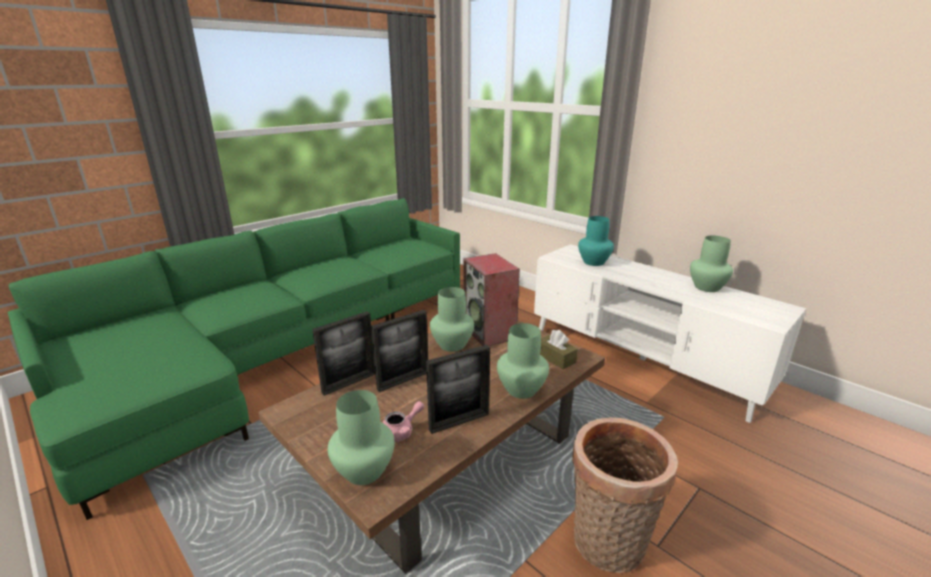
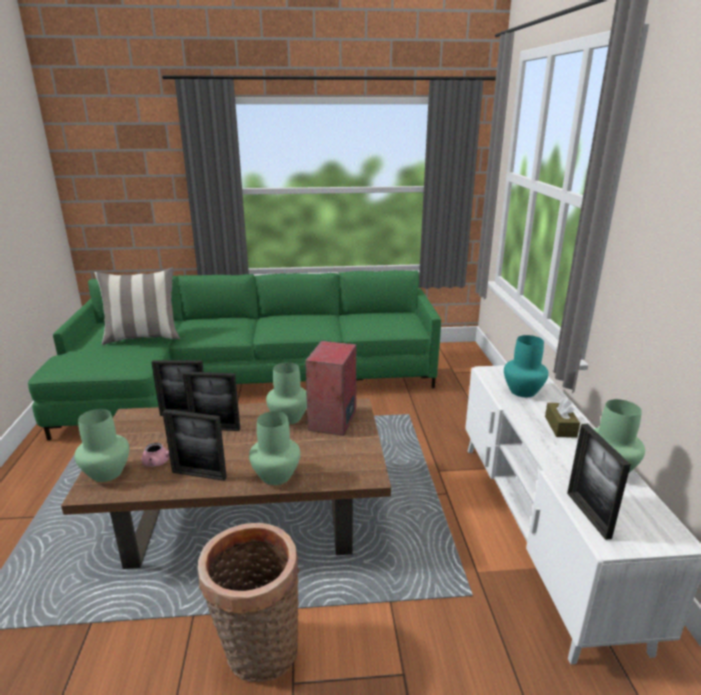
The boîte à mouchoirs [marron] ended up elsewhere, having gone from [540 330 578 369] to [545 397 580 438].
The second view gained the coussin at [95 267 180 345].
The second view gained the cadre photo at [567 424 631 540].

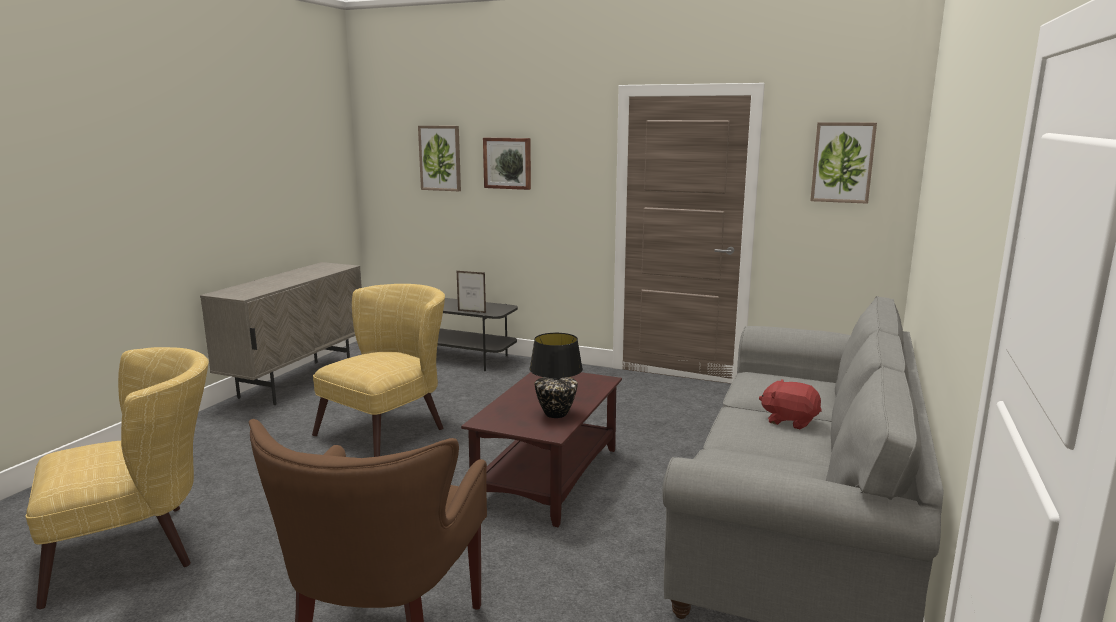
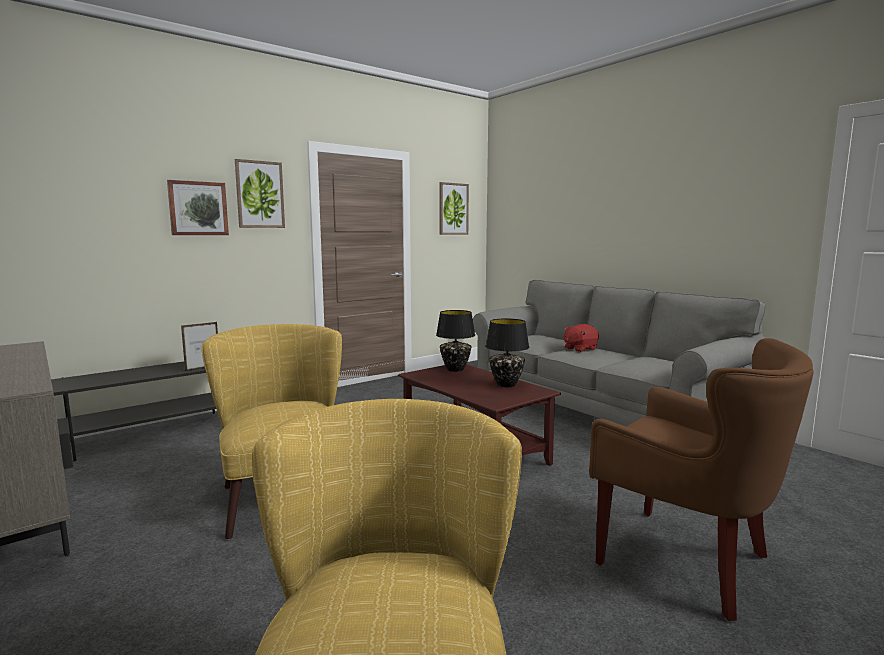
The tableau ended up elsewhere, having gone from [418 126 461 191] to [235 159 285 228].
The second view gained the lampe de table [noir] at [436 310 475 372].

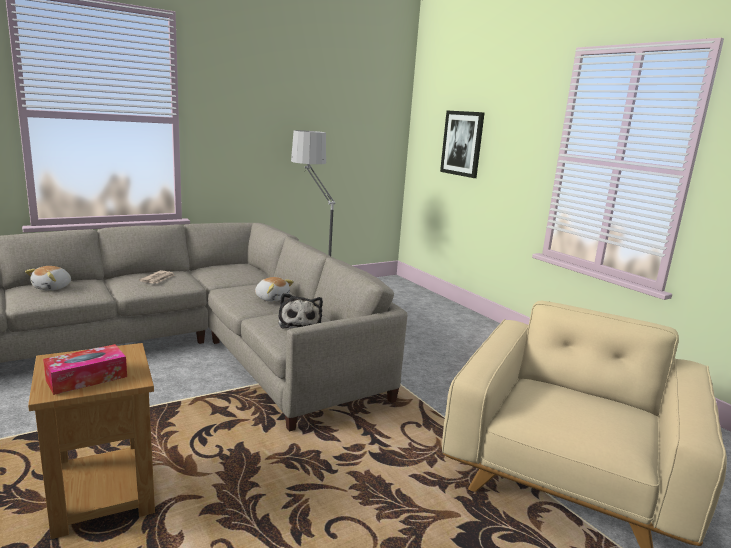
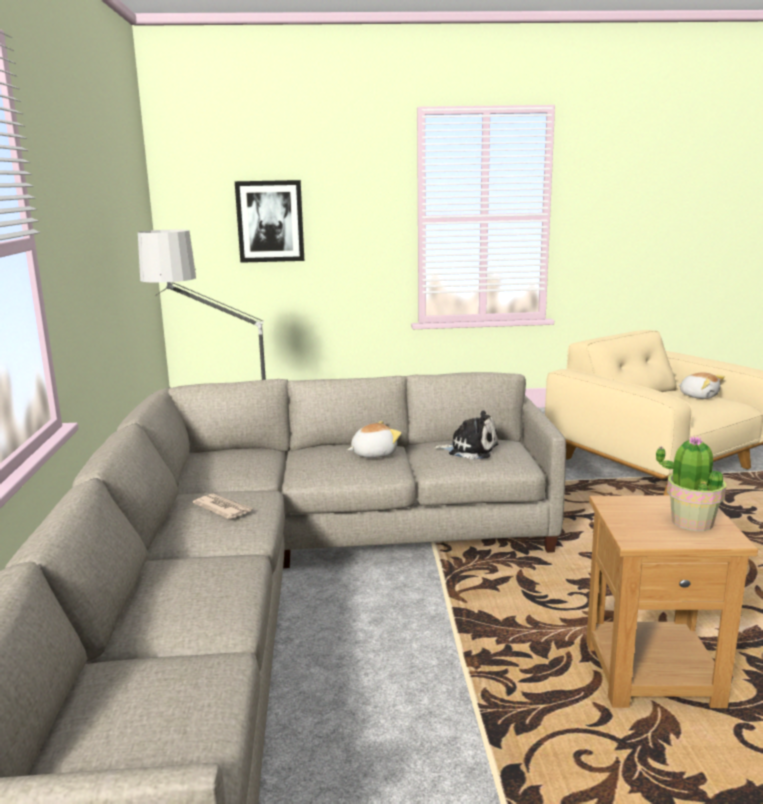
The peluche ended up elsewhere, having gone from [25 266 71 291] to [678 372 725 399].
Where the boîte à mouchoirs stood at [43 344 127 395], the plante en pot came to stand at [655 436 726 531].

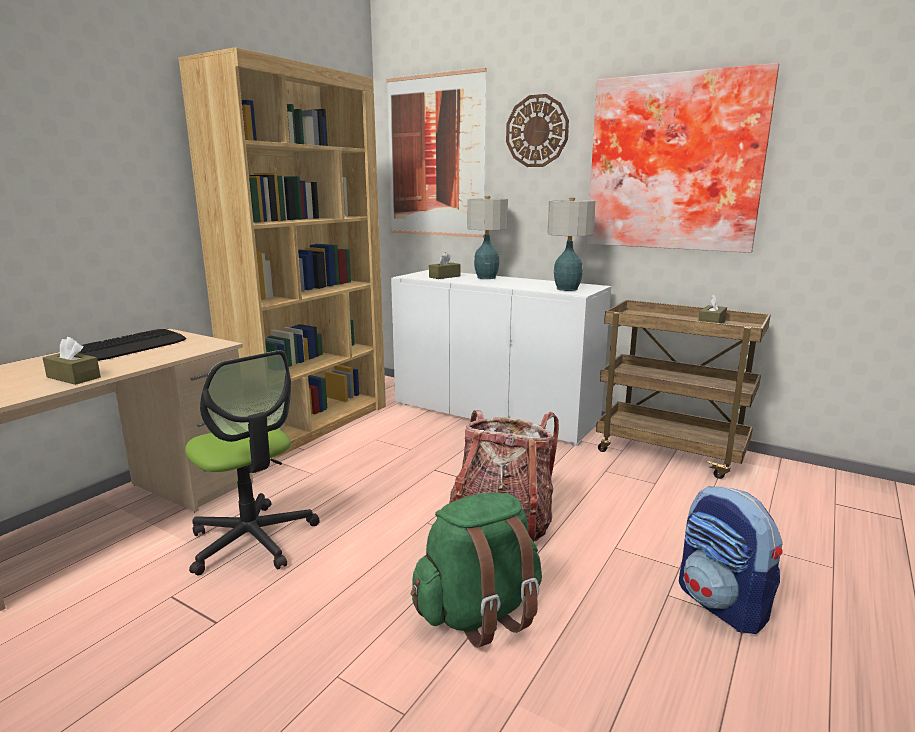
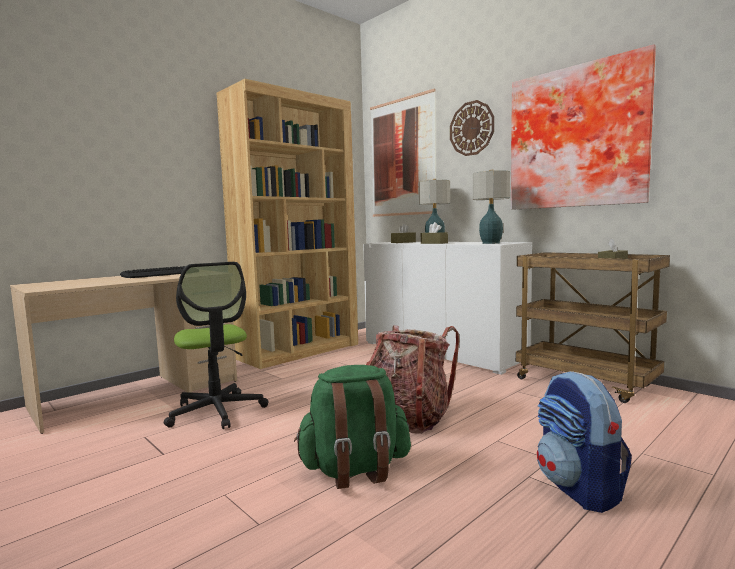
The boîte à mouchoirs [marron] ended up elsewhere, having gone from [43 337 101 385] to [421 222 448 244].

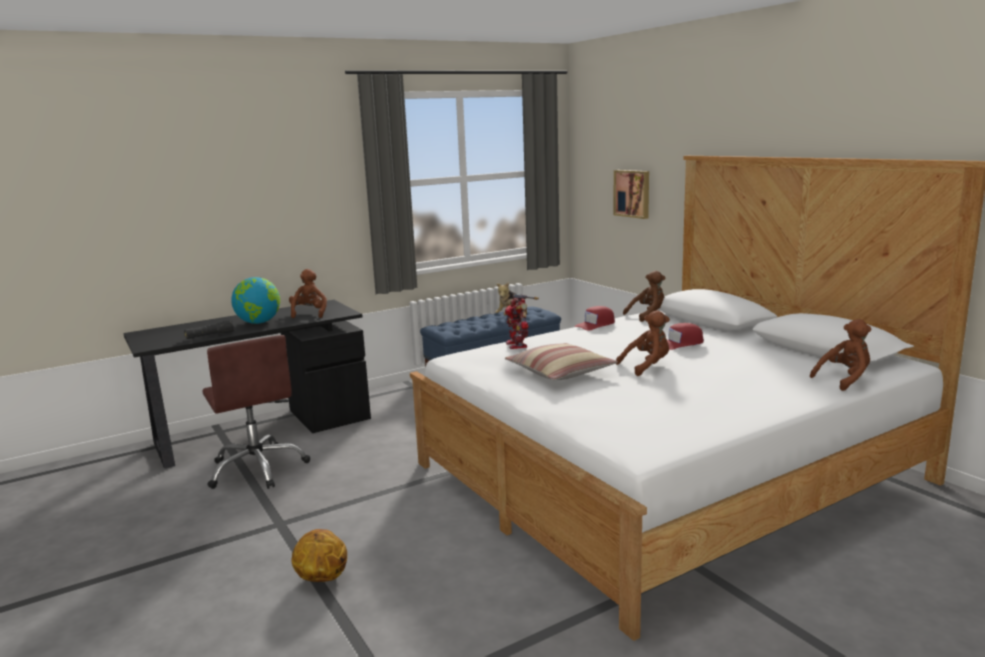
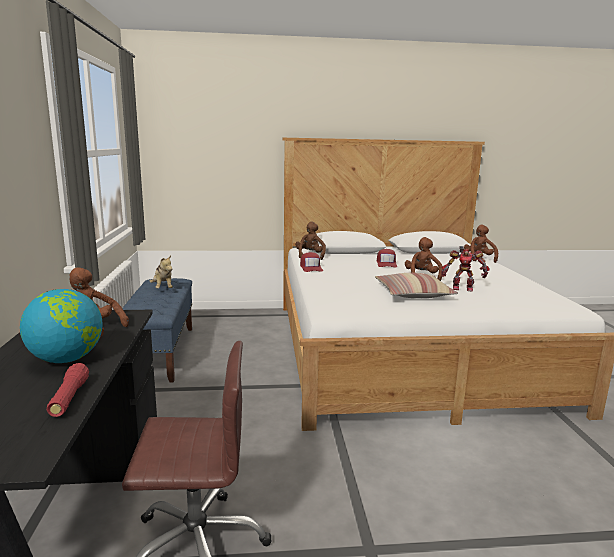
The second view lost the tableau at [613 170 649 219].
The robot jouet ended up elsewhere, having gone from [505 294 539 349] to [441 246 490 292].
What was the lampe de poche [noir] at [184 320 234 339] turned into the lampe de poche [rouge] at [47 363 89 417].
The second view lost the ballon de basket at [291 529 347 582].

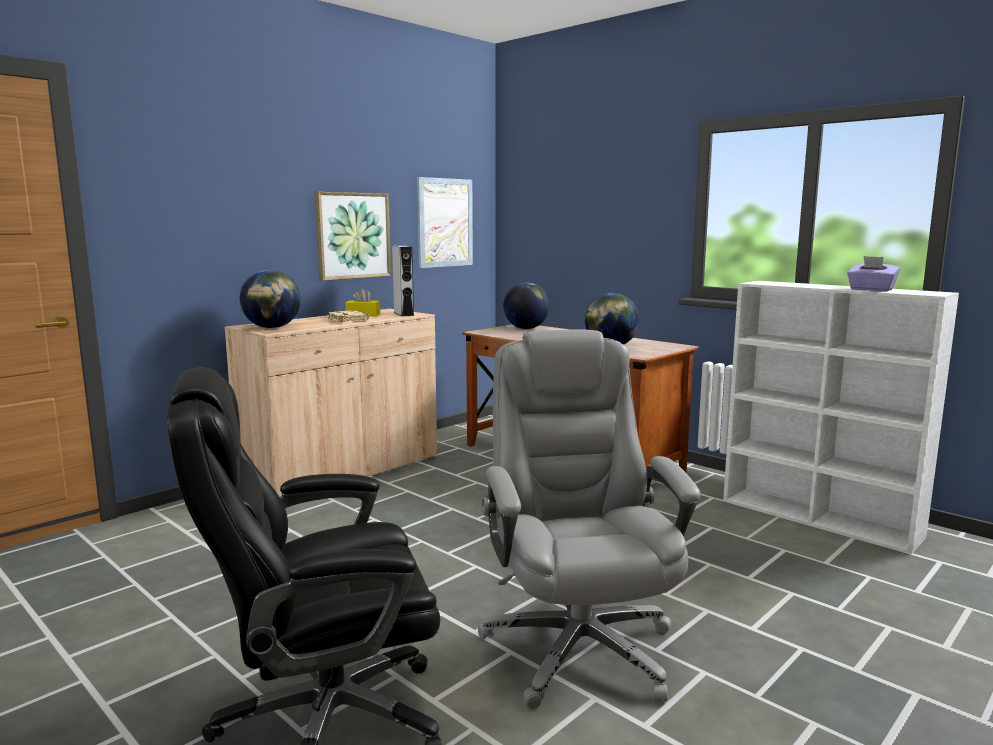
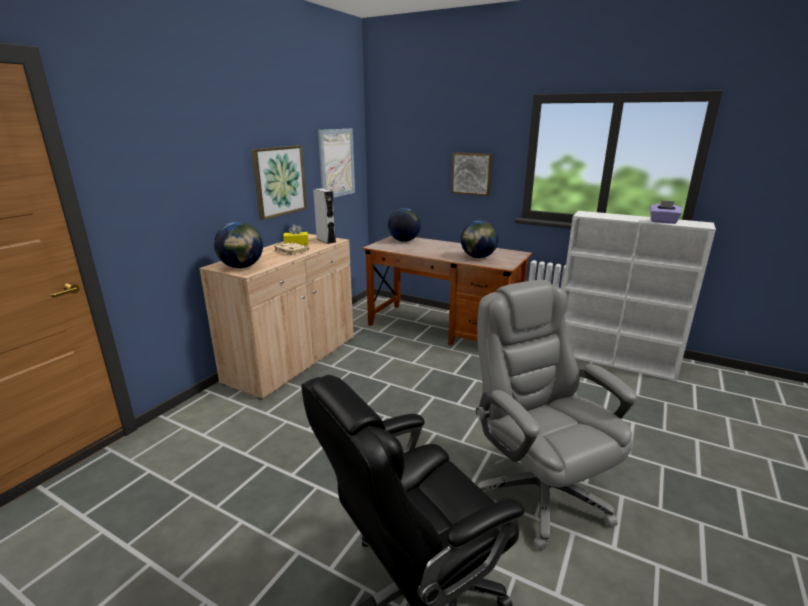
The second view gained the tableau at [451 153 492 196].

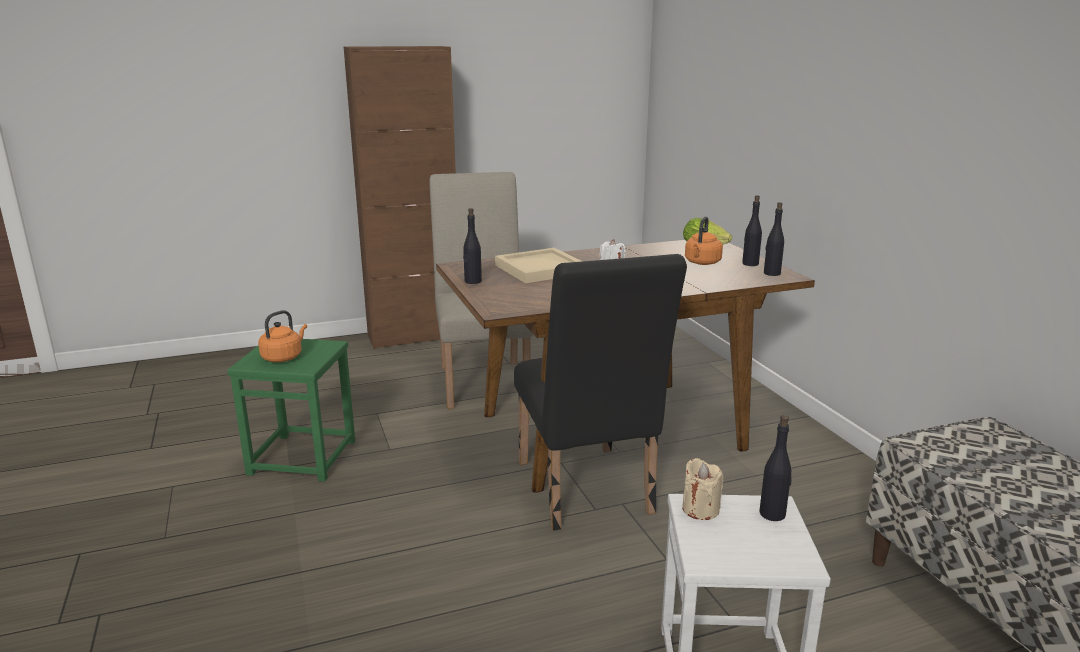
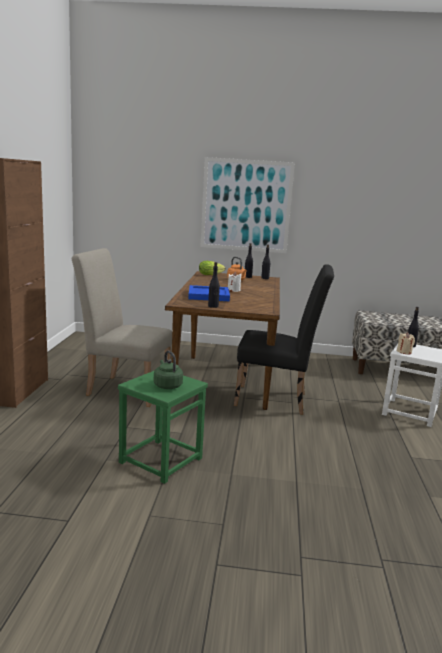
What was the plateau [beige] at [495 248 582 283] turned into the plateau [bleu] at [188 285 230 301].
What was the bouilloire [orange] at [258 310 307 362] turned into the bouilloire [vert] at [154 350 183 389].
The second view gained the tableau at [200 157 295 253].

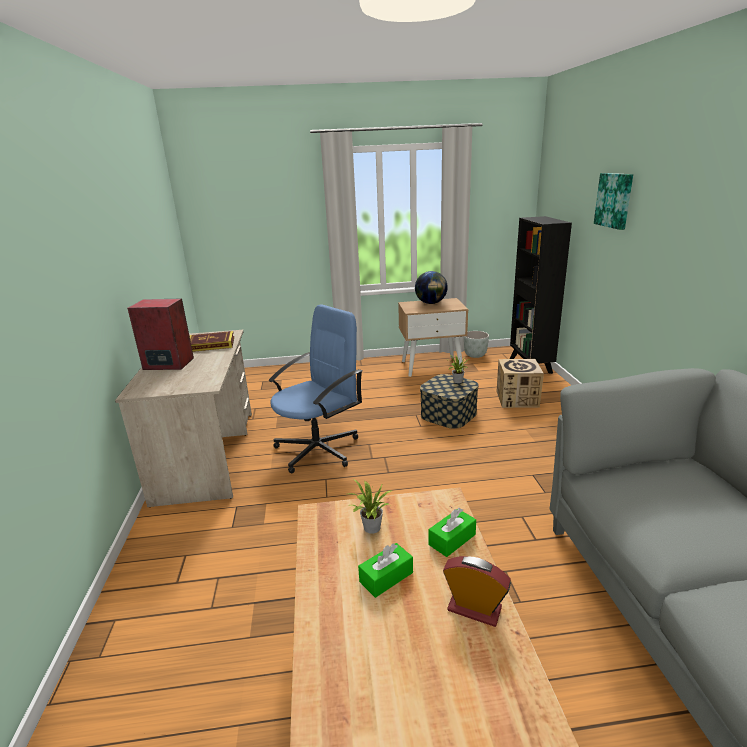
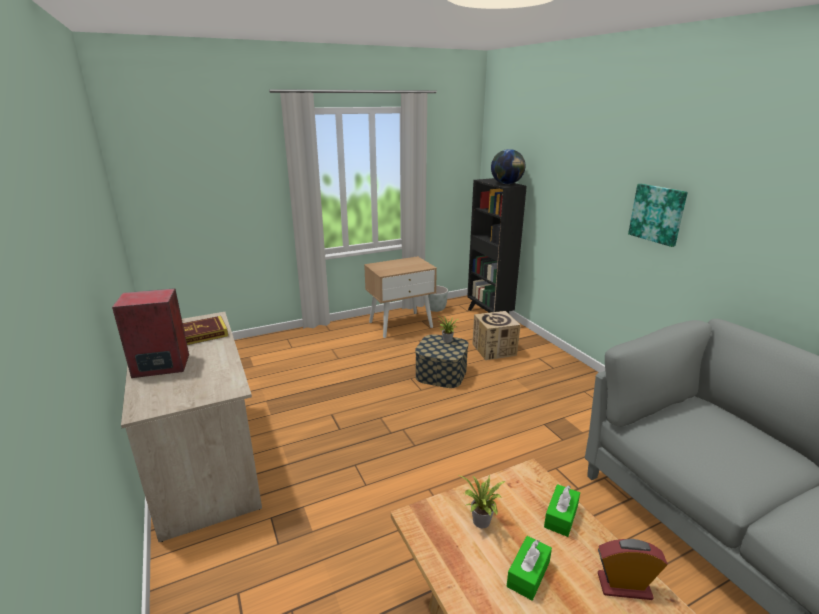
The tableau ended up elsewhere, having gone from [594 173 633 230] to [628 184 688 247].
The globe ended up elsewhere, having gone from [415 271 448 304] to [491 149 525 184].
The second view lost the chaise de bureau [bleu] at [269 304 362 473].

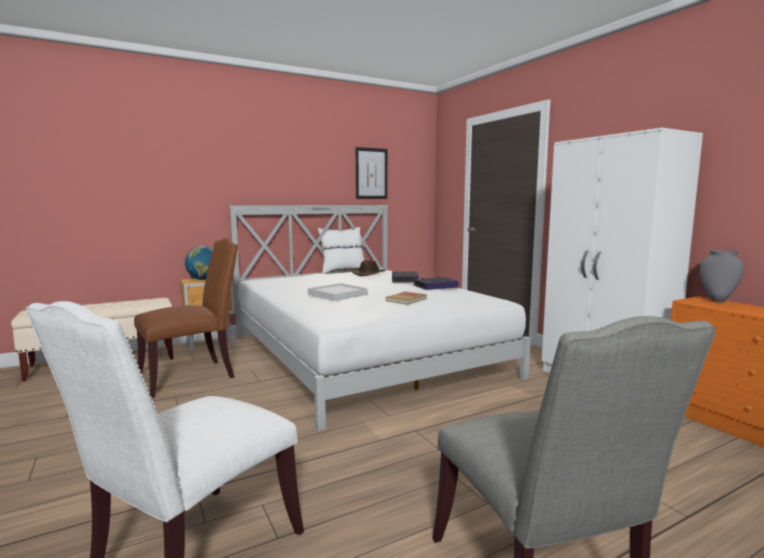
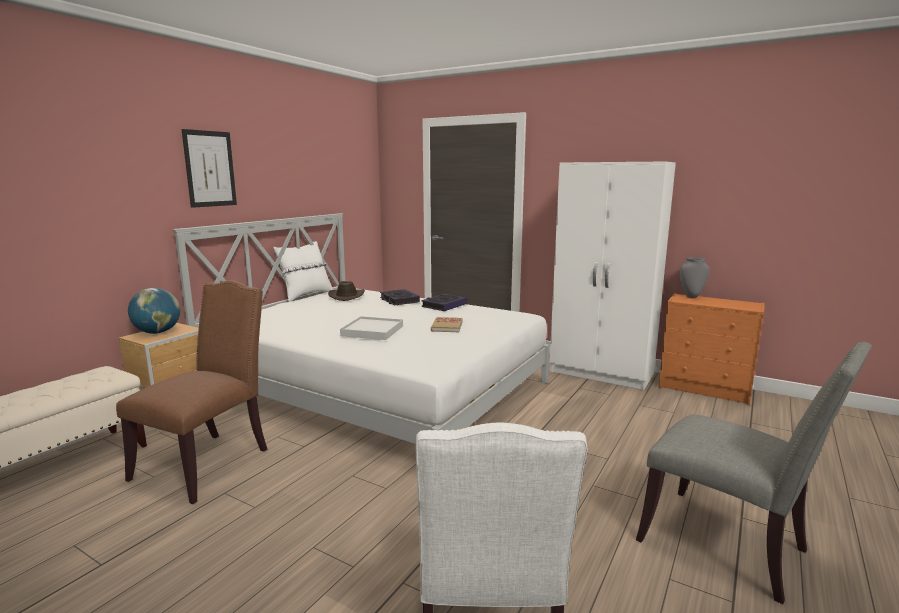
The tableau ended up elsewhere, having gone from [356 147 387 199] to [182 129 237 208].

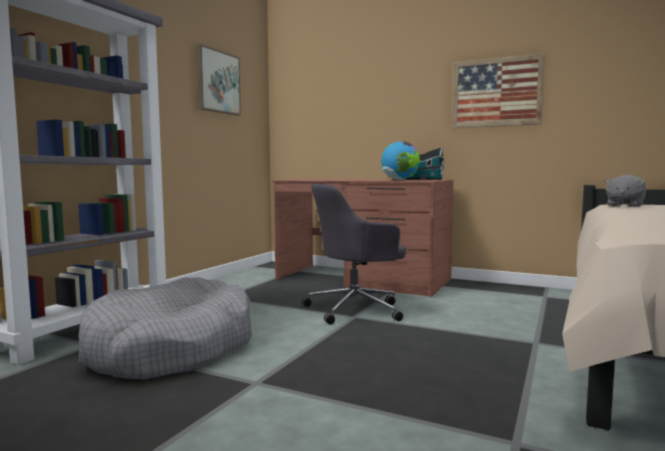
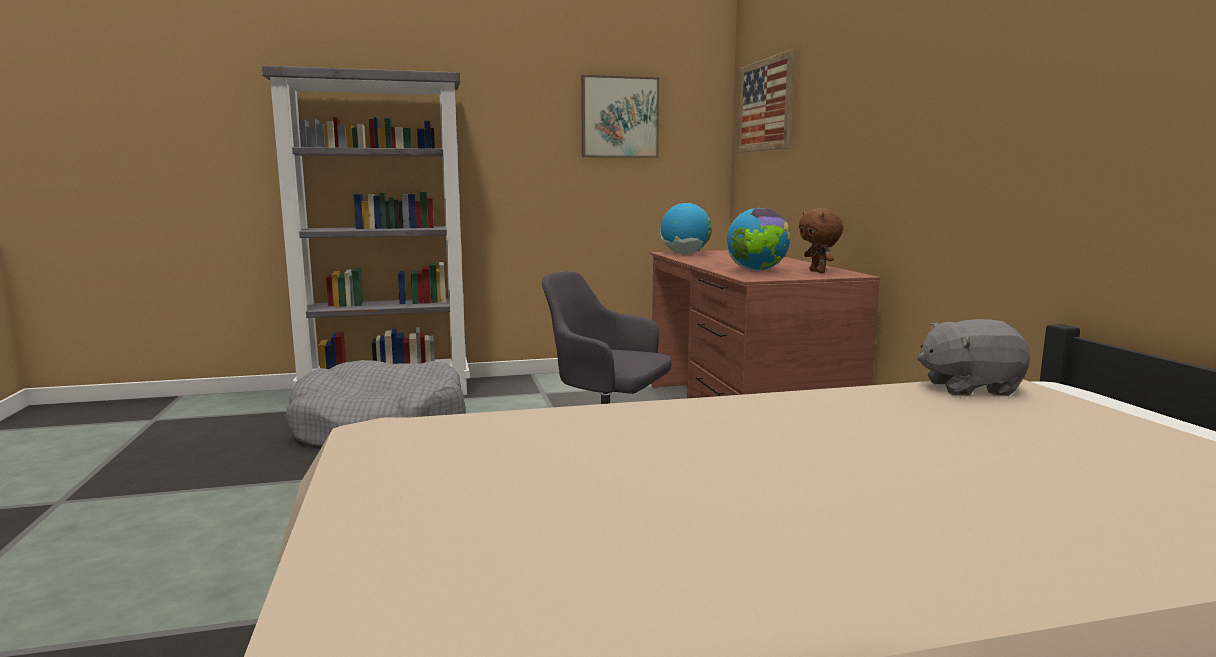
The tableau ended up elsewhere, having gone from [452 53 545 128] to [737 49 795 153].
Where the maison miniature stood at [406 147 444 180], the peluche [marron] came to stand at [799 208 843 273].
The second view gained the globe at [660 203 712 254].

